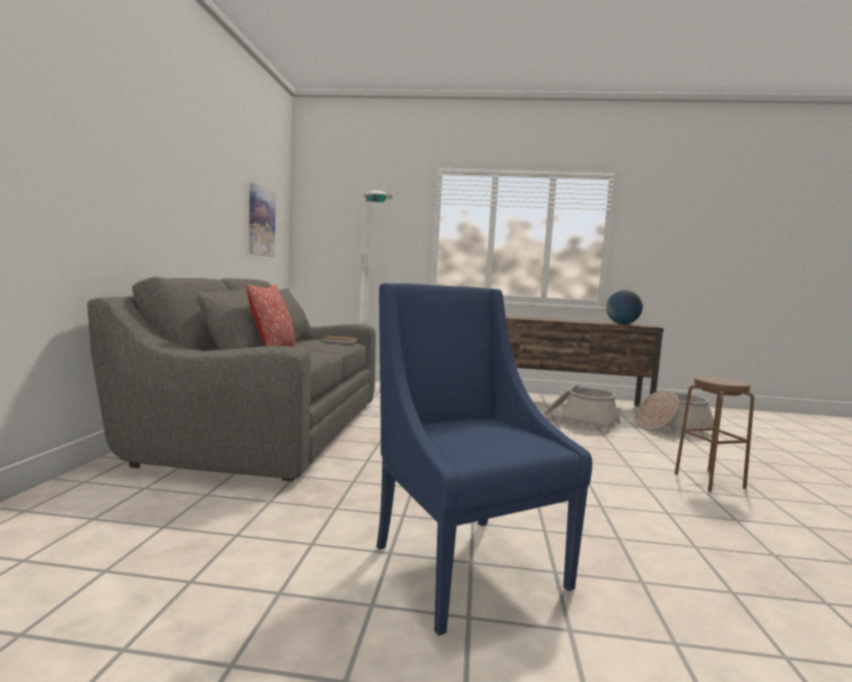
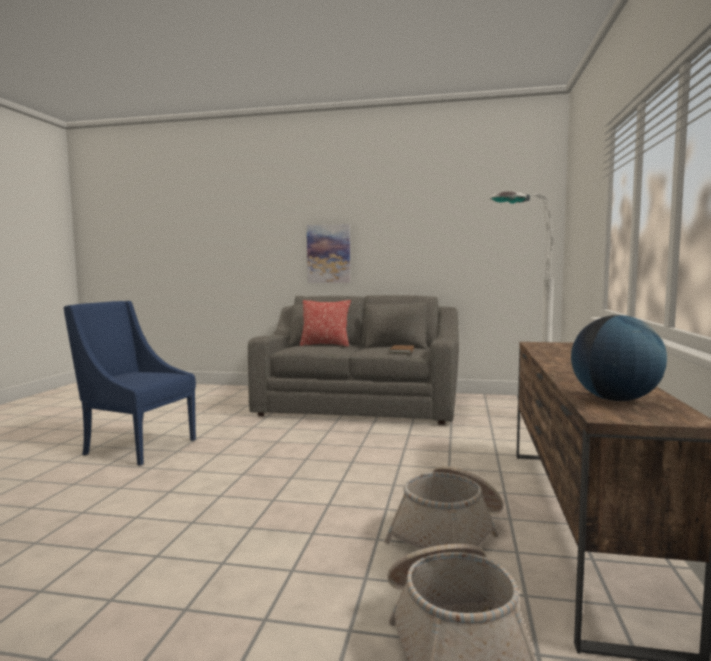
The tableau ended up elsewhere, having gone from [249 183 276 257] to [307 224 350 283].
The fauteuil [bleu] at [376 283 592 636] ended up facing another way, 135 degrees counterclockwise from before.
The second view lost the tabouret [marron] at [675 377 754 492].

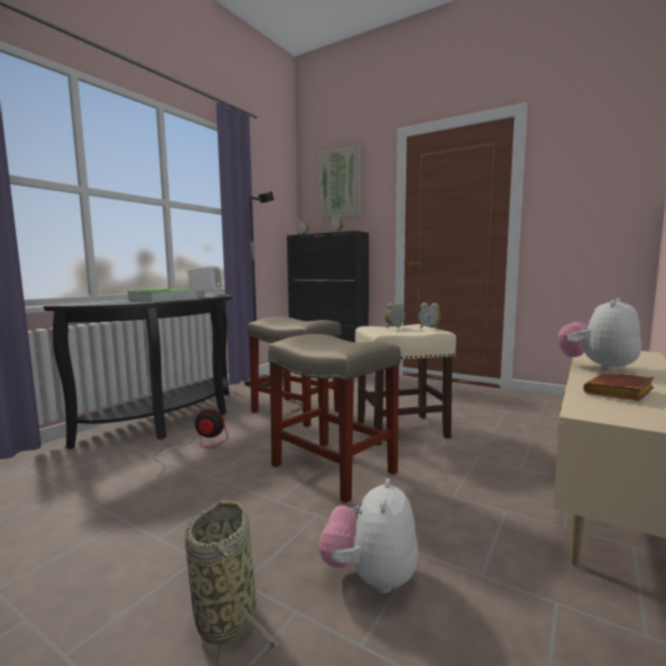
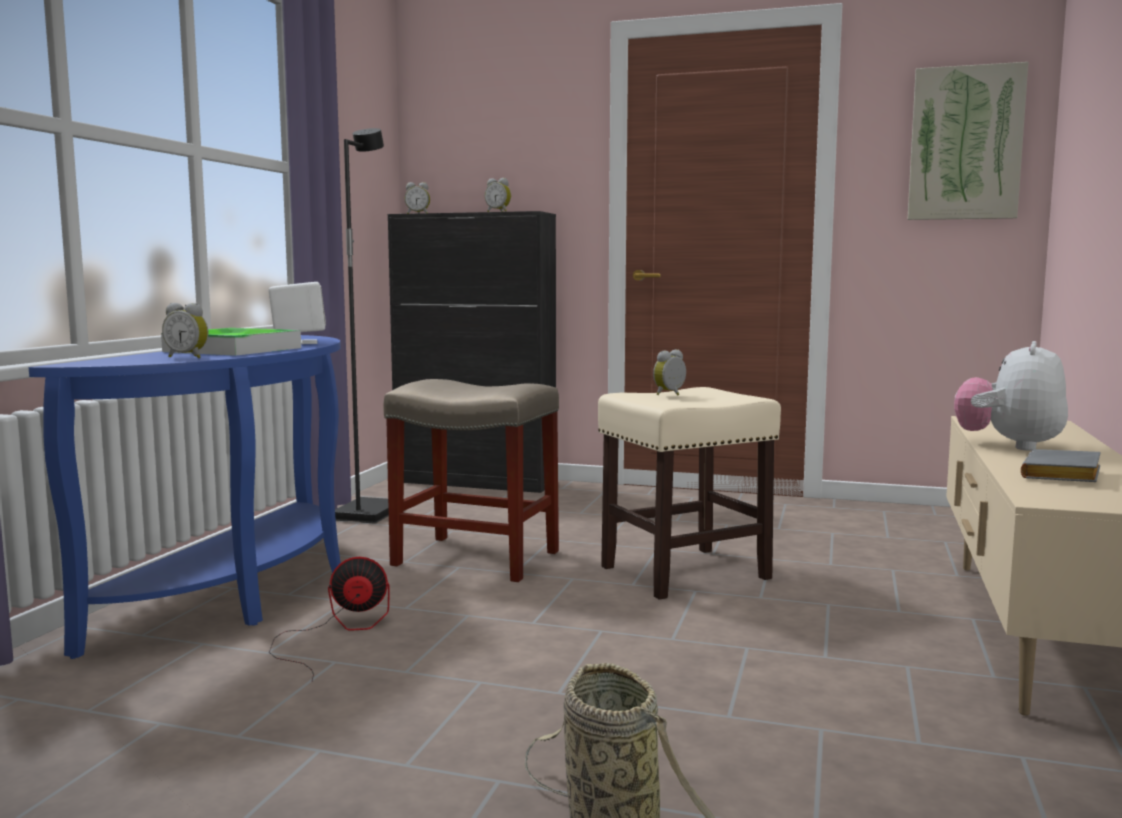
The tableau ended up elsewhere, having gone from [320 145 361 220] to [907 62 1028 220].
What was the table console [noir] at [44 294 233 449] turned into the table console [bleu] at [29 335 341 659].
The réveil ended up elsewhere, having gone from [419 303 441 330] to [162 303 208 358].
The second view lost the tabouret [beige] at [268 334 401 503].
What was the livre [marron] at [583 372 654 401] turned into the livre [gris] at [1021 449 1101 482].
The second view lost the peluche at [319 478 418 593].

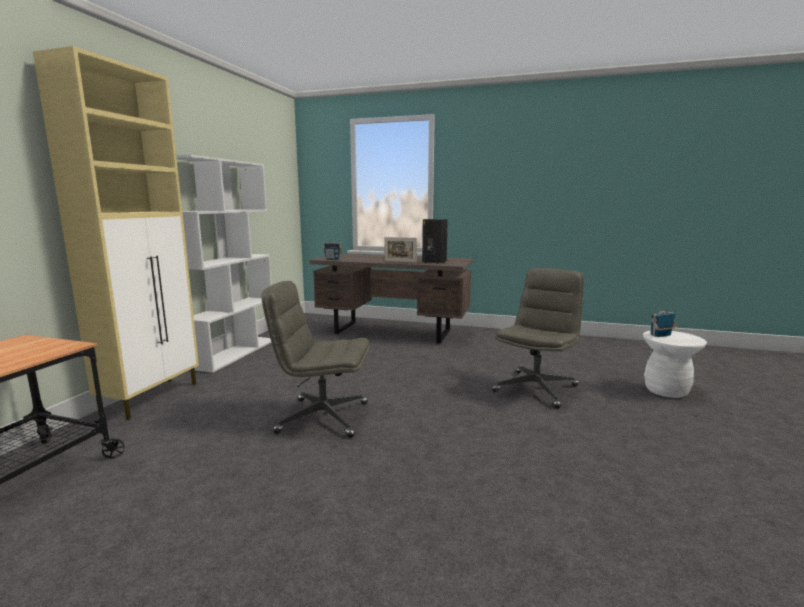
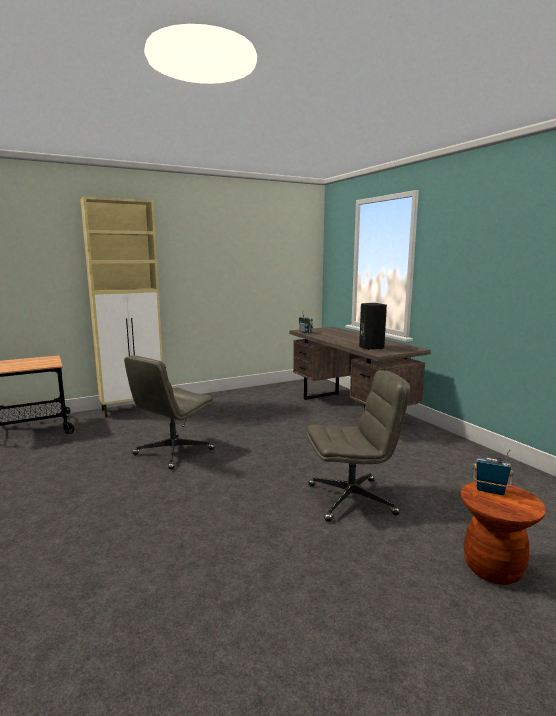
The second view lost the bibliothèque [blanc] at [176 154 272 373].
The second view lost the cadre photo at [384 237 417 262].
The chaise de bureau [gris] at [261 281 370 438] ended up facing another way, 105 degrees counterclockwise from before.
What was the tabouret [blanc] at [643 331 707 398] turned into the tabouret [marron] at [461 482 546 585].

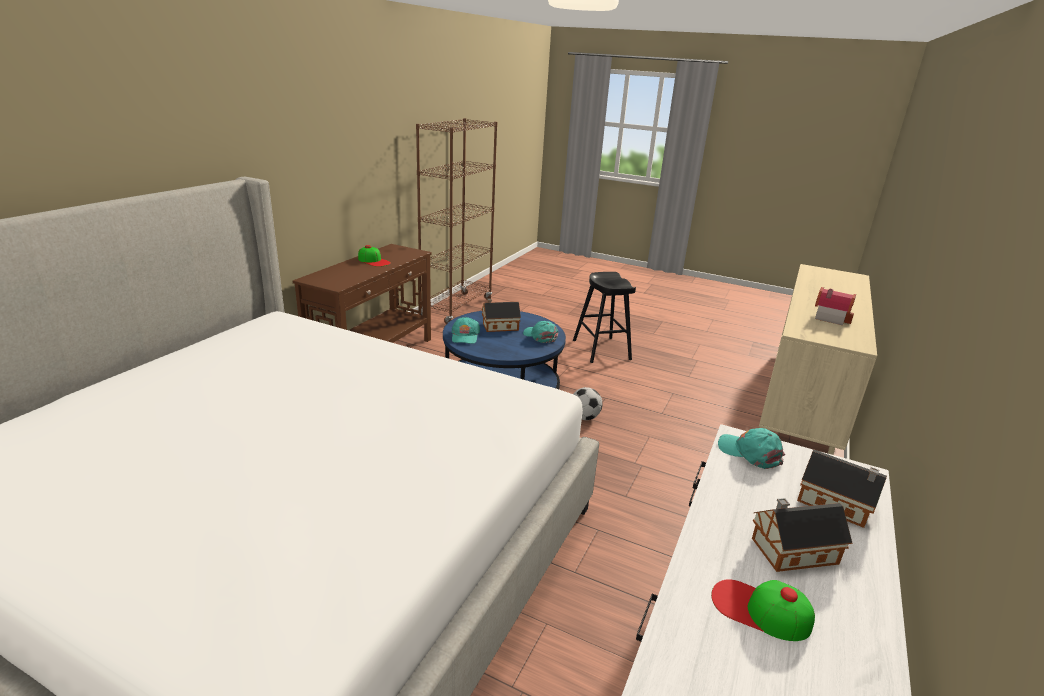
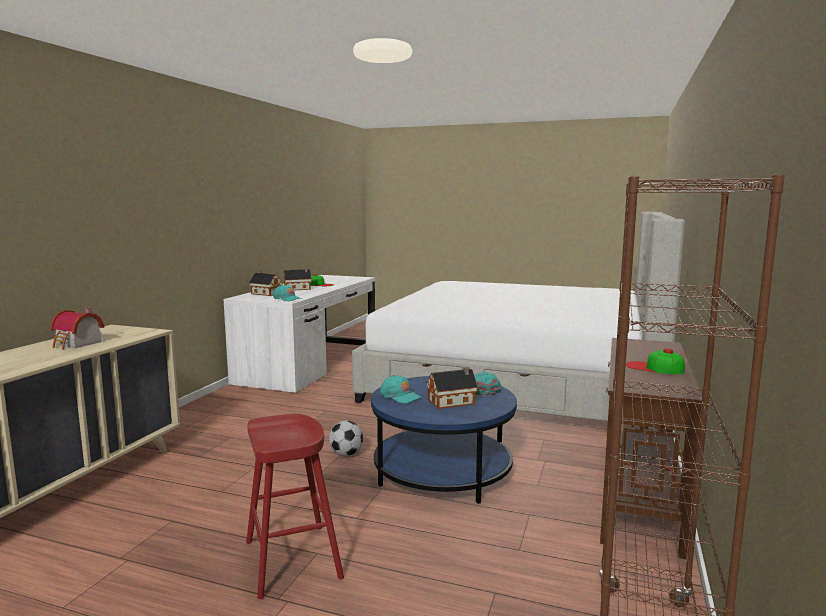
What was the tabouret [noir] at [573 272 636 363] turned into the tabouret [rouge] at [246 414 344 599].

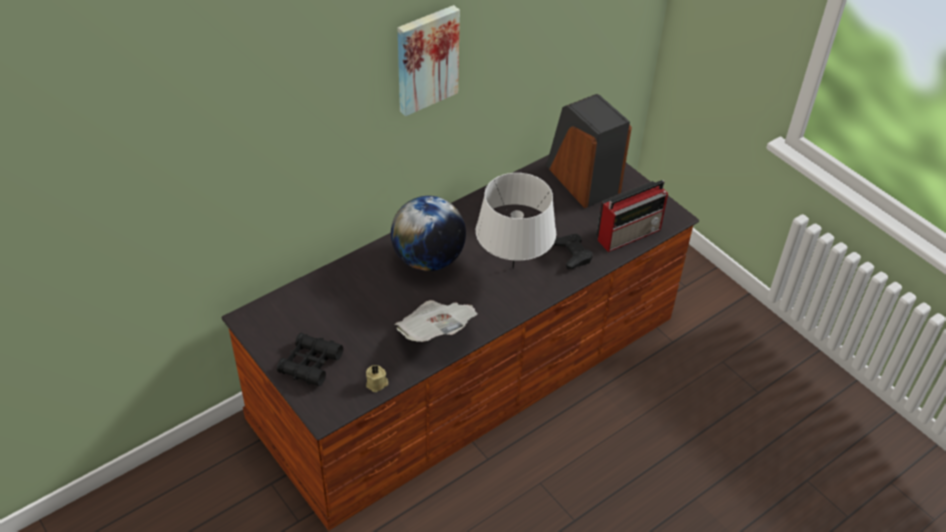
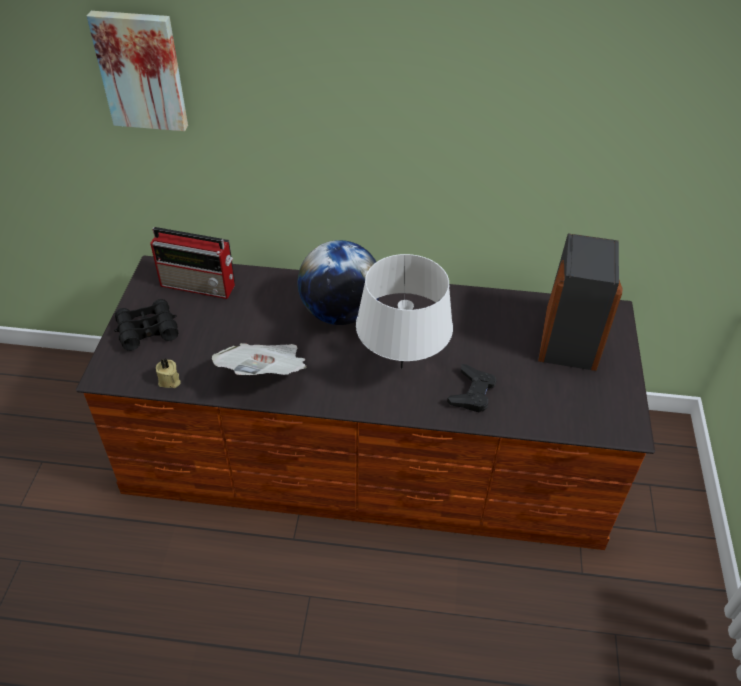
The tableau ended up elsewhere, having gone from [398 5 460 116] to [87 11 188 131].
The radio ended up elsewhere, having gone from [596 180 668 252] to [150 227 235 299].

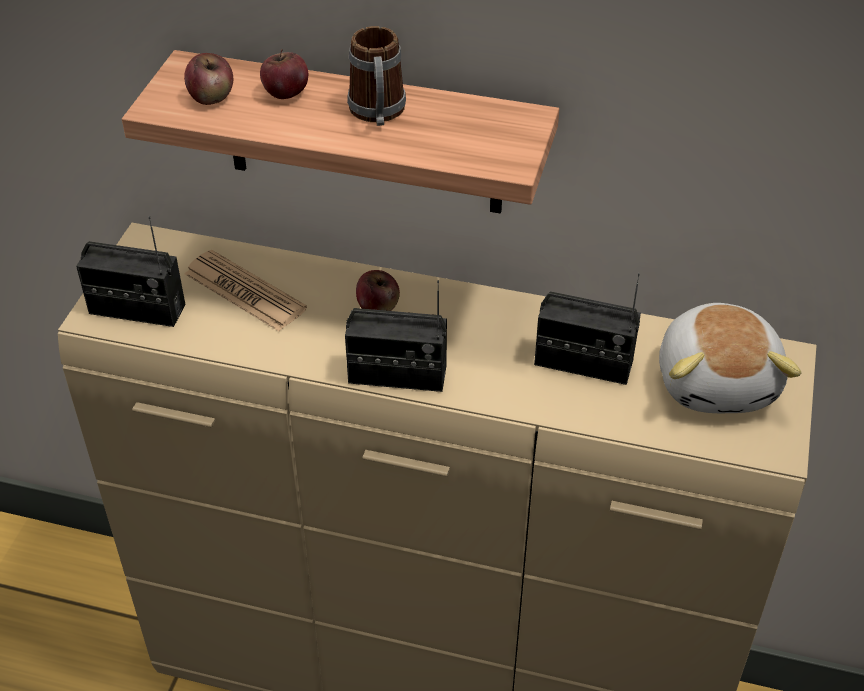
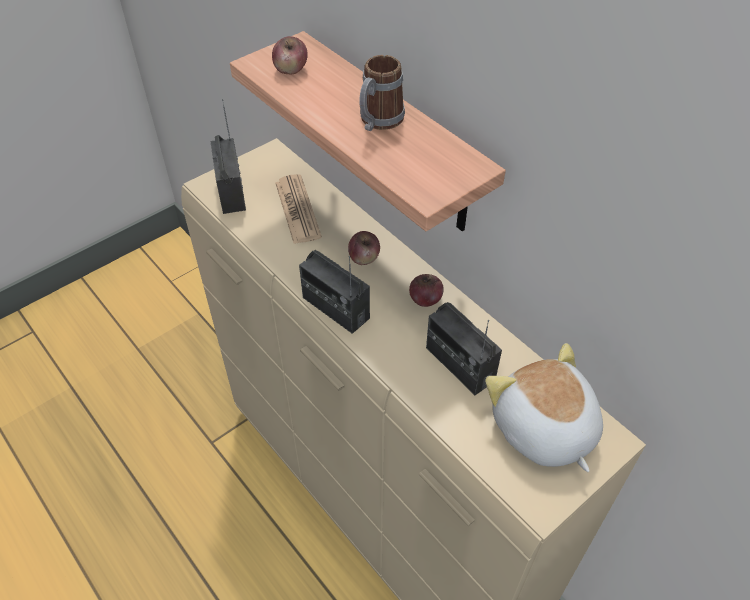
The pomme ended up elsewhere, having gone from [260 49 308 99] to [409 274 444 307].
The radio at [76 216 185 327] ended up facing another way, 150 degrees counterclockwise from before.
The peluche at [659 303 801 413] ended up facing another way, 120 degrees clockwise from before.

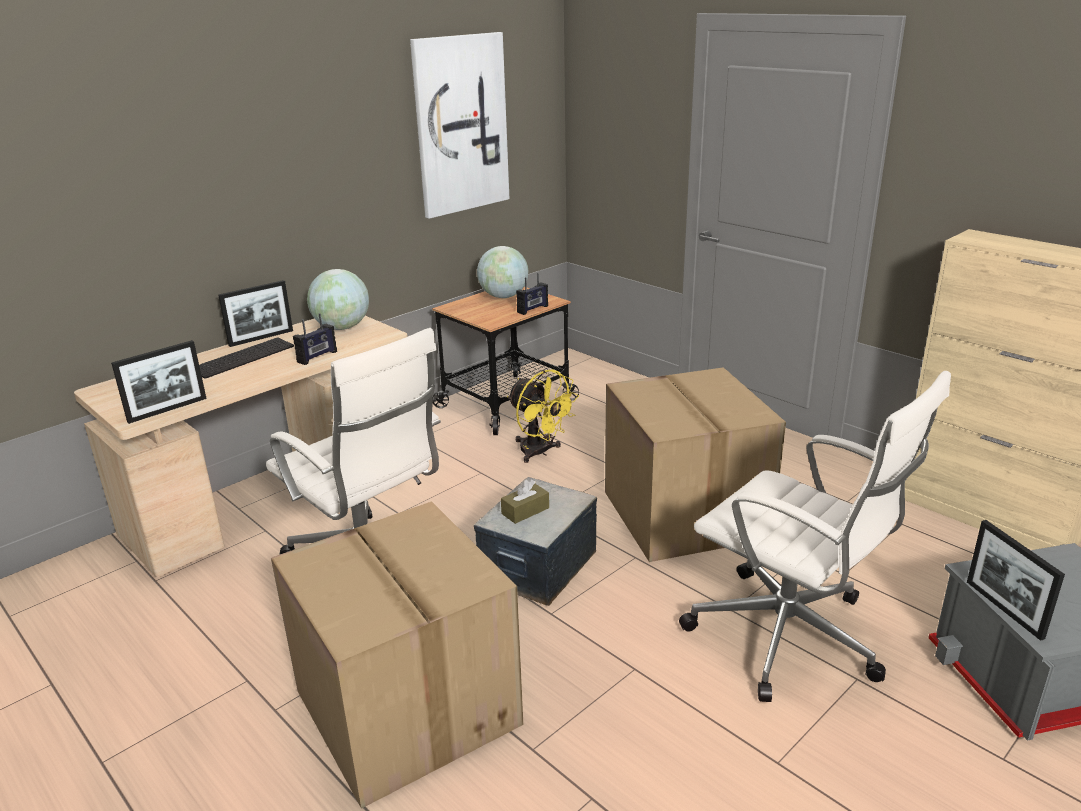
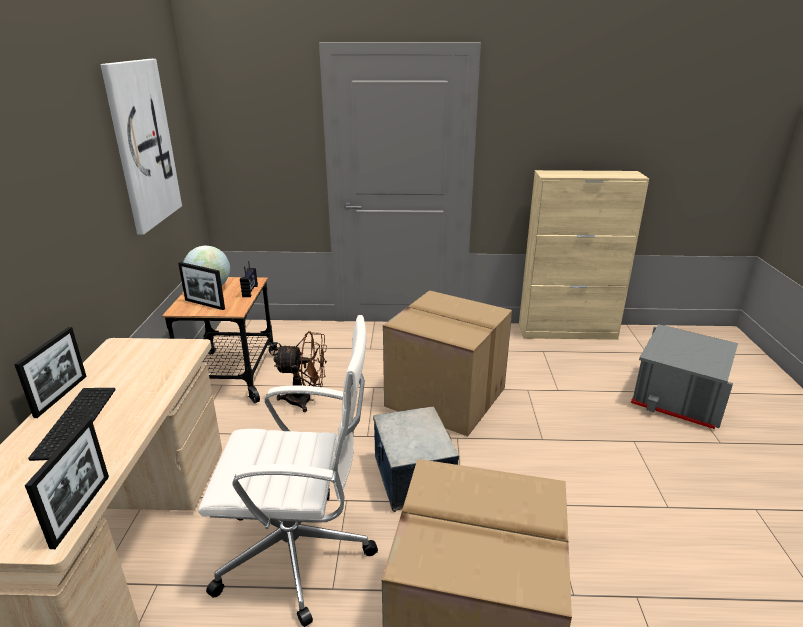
The second view lost the globe at [307 269 369 330].
The second view lost the radio at [293 313 337 365].
What was the ventilateur [jaune] at [507 370 579 463] turned into the ventilateur [marron] at [274 331 327 412].
The second view lost the chaise de bureau [blanc] at [679 371 951 702].
The second view lost the boîte à mouchoirs [marron] at [501 479 549 524].
The cadre photo ended up elsewhere, having gone from [967 520 1065 641] to [178 262 225 310].

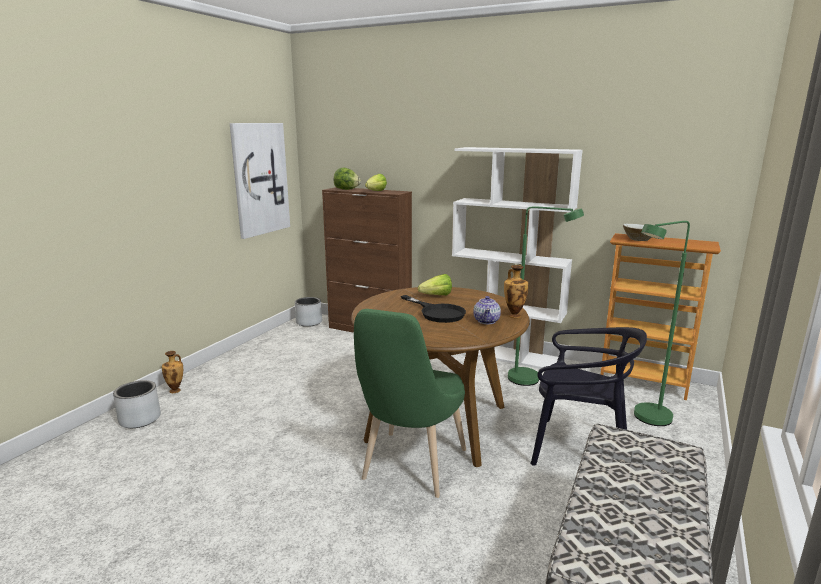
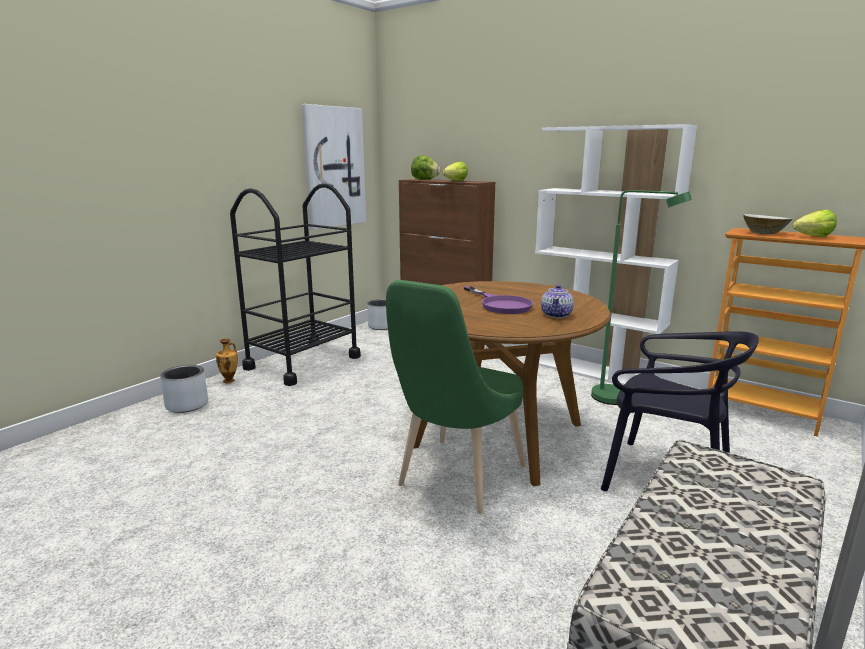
The second view lost the lampadaire [vert] at [634 221 690 426].
The second view lost the vase at [504 265 528 318].
The laitue ended up elsewhere, having gone from [418 274 452 295] to [793 210 837 237].
What was the poêle [noir] at [401 295 466 323] turned into the poêle [violet] at [464 286 534 314].
The second view gained the chariot [noir] at [230 183 361 386].

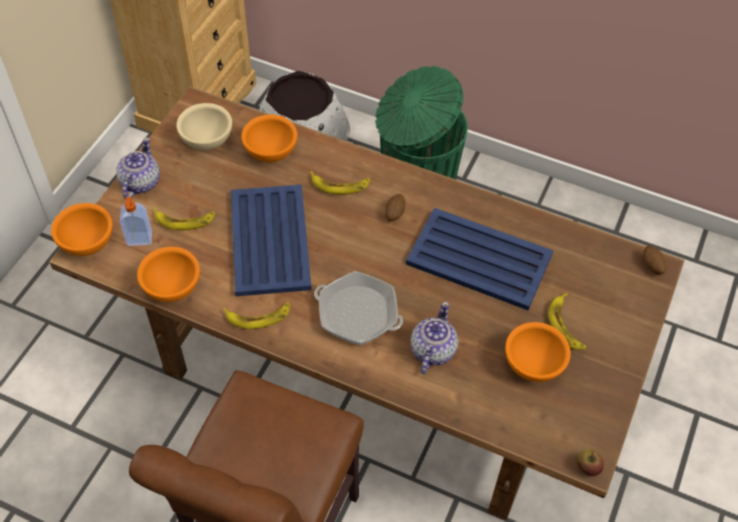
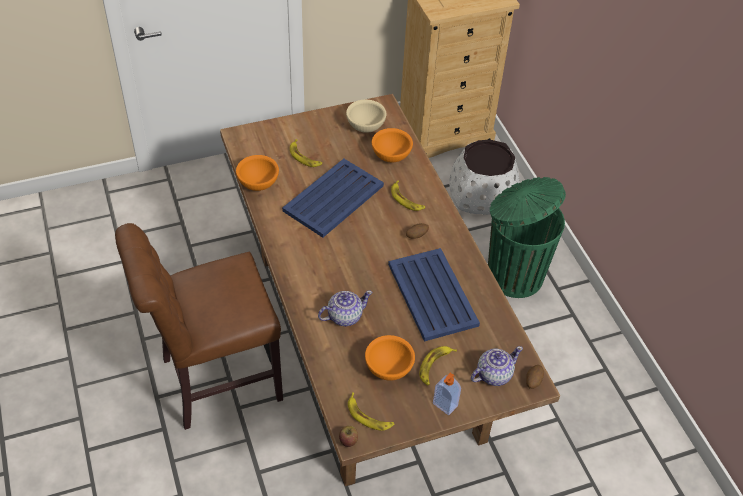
The théière ended up elsewhere, having gone from [116 138 160 199] to [471 346 523 386].
The distributeur de savon ended up elsewhere, having gone from [120 197 152 246] to [433 373 461 415].
The second view lost the bol [orange] at [51 203 113 256].
The second view lost the poêle at [314 271 403 345].
The banane ended up elsewhere, having gone from [223 303 290 329] to [348 392 394 431].

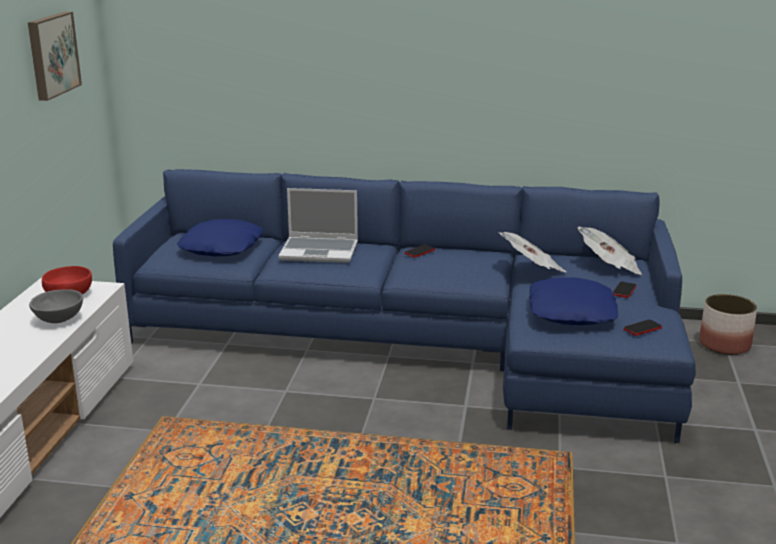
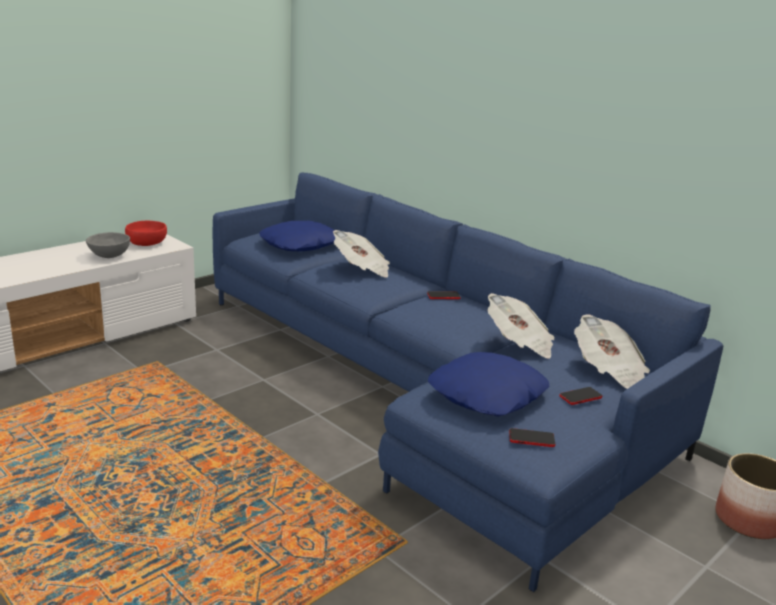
The second view lost the tableau at [28 12 82 101].
Where the ordinateur portable stood at [278 188 358 263], the journal came to stand at [333 230 390 278].

